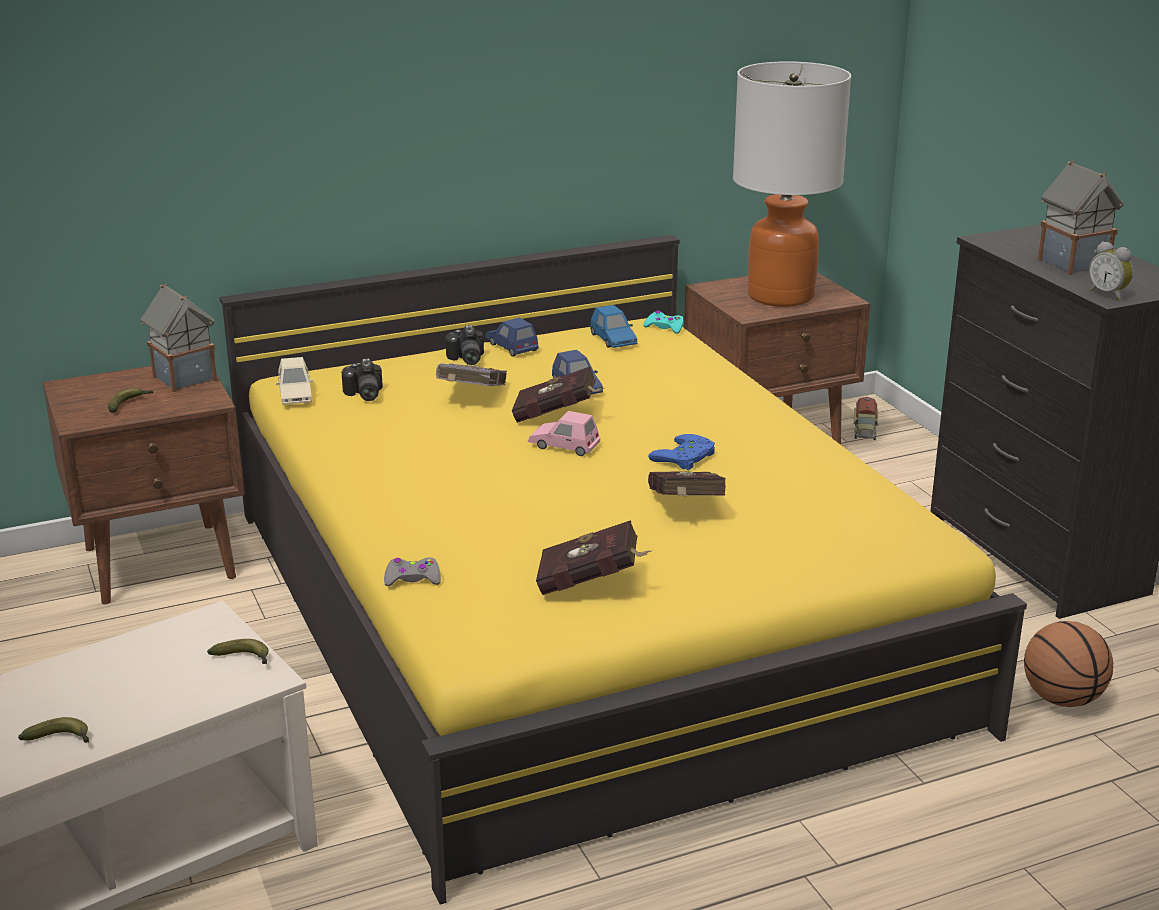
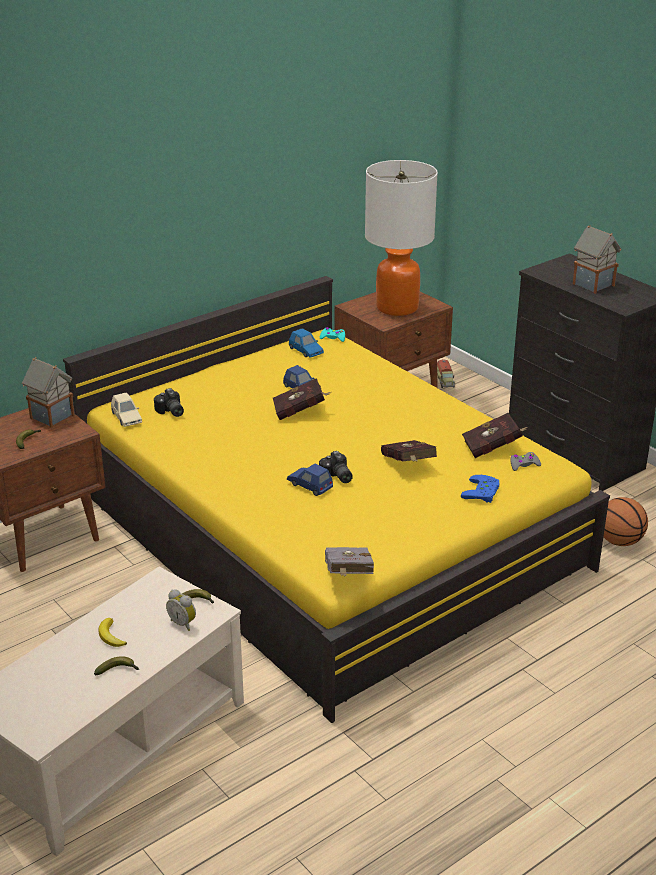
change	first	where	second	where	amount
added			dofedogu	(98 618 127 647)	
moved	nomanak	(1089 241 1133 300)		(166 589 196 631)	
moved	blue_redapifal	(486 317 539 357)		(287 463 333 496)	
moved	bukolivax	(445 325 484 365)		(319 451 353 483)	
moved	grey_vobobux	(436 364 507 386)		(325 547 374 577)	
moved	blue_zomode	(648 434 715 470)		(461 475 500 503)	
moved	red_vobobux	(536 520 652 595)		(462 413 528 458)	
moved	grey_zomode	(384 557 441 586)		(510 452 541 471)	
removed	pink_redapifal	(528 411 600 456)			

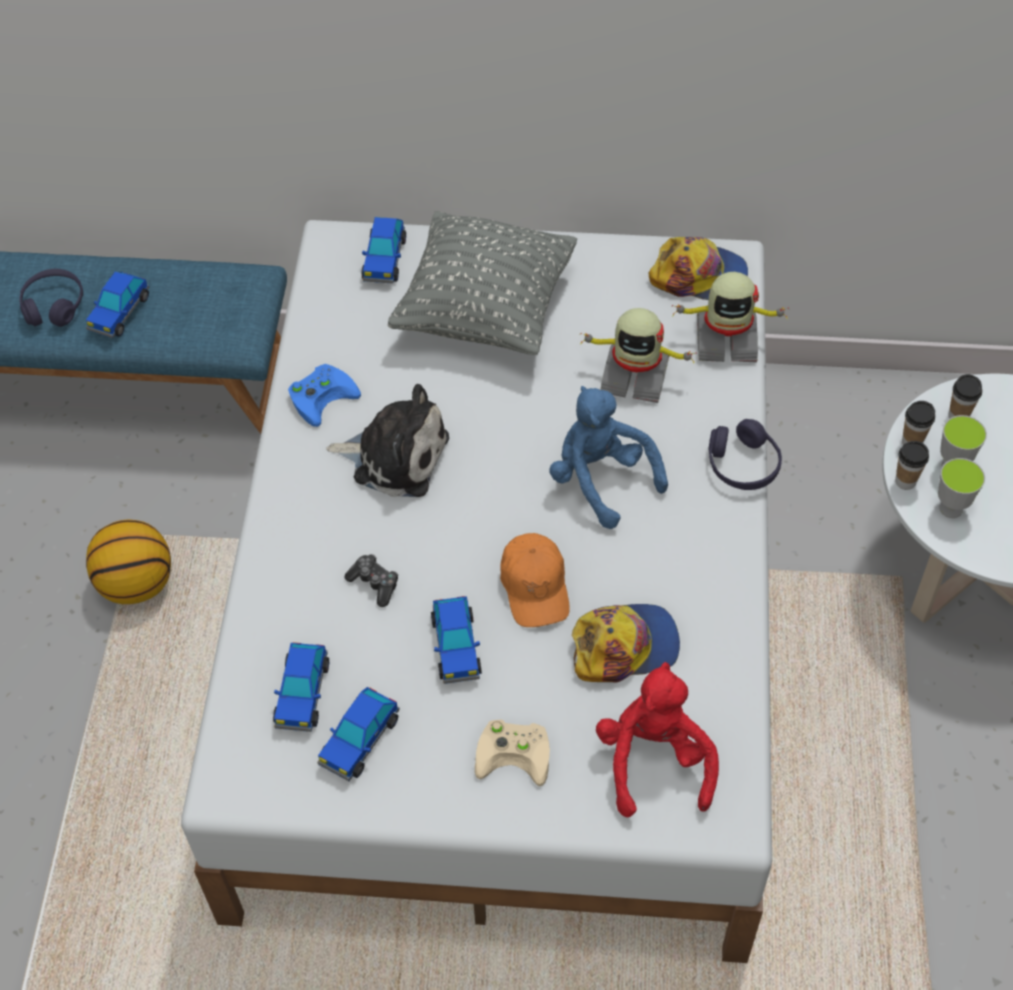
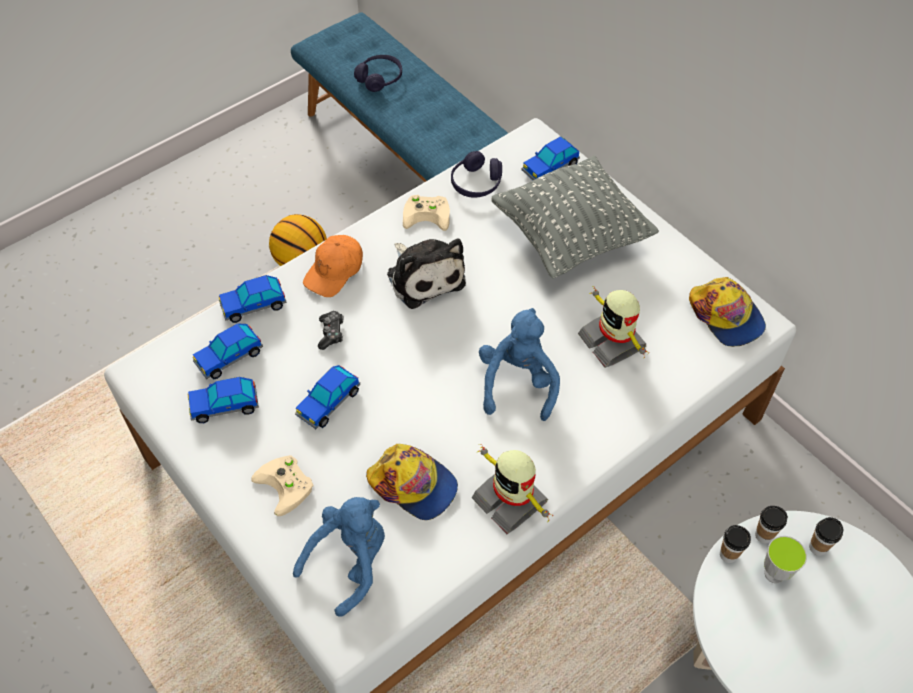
change	first	where	second	where	amount
moved	redapifal	(86 271 149 338)		(219 275 287 323)	
recoloured	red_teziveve	(596 662 719 818)	blue_teziveve	(293 497 385 617)	
moved	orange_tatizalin	(500 533 570 627)		(303 235 363 297)	
recoloured	blue_zomode	(288 364 361 427)	beige_zomode	(403 195 450 231)	
moved	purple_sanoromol	(708 419 782 490)		(451 151 502 198)	
moved	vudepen	(671 272 789 363)		(472 444 553 534)	
removed	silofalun	(938 458 985 518)			

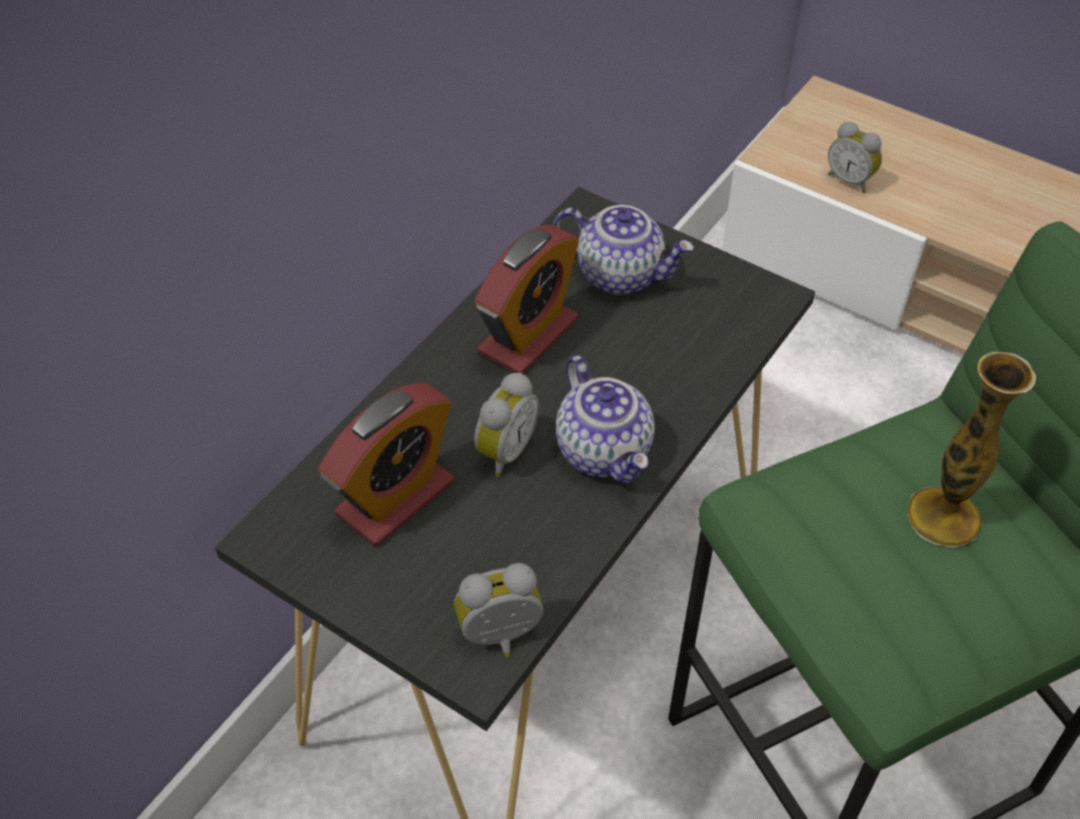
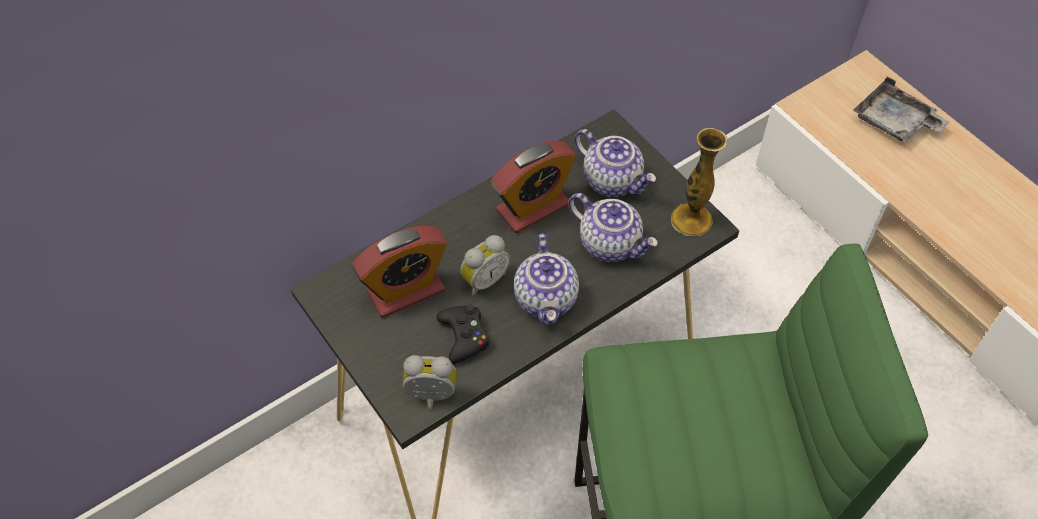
change	first	where	second	where	amount
added			black_zomode	(437 305 490 364)	
added			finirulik	(568 193 658 262)	
moved	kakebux	(907 352 1036 548)		(671 128 727 236)	
added			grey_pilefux	(853 76 949 142)	
removed	nomanak	(828 122 882 193)			

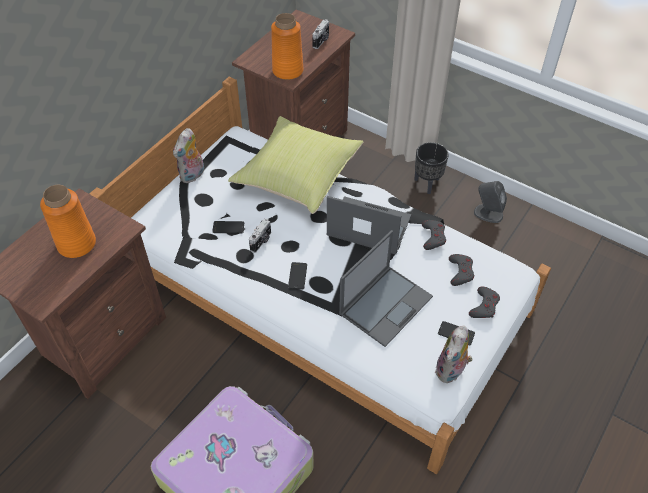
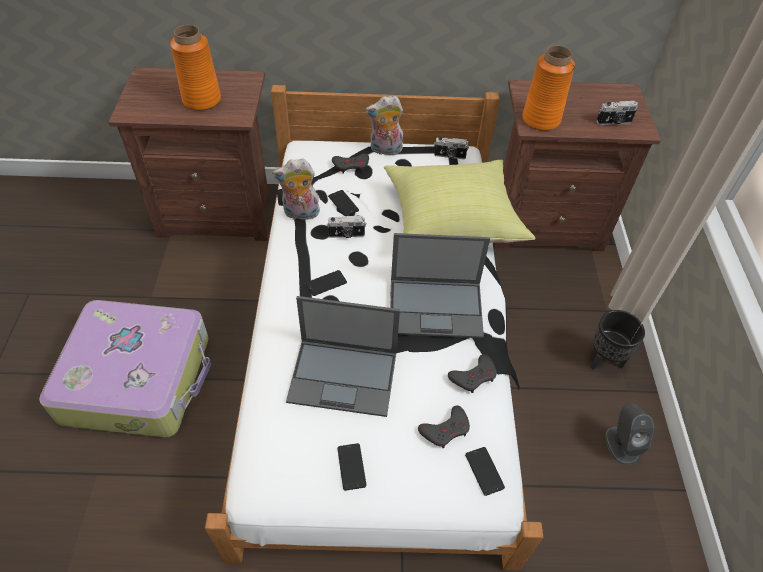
change	first	where	second	where	amount
moved	teziveve	(435 325 473 383)		(272 158 320 220)	
moved	grey_zomode	(469 286 500 318)		(332 154 369 174)	
turned	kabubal	(327 196 411 255)		(390 233 490 338)	105 degrees clockwise
added			bukolivax	(434 137 469 159)	
added			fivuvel	(465 447 505 496)	

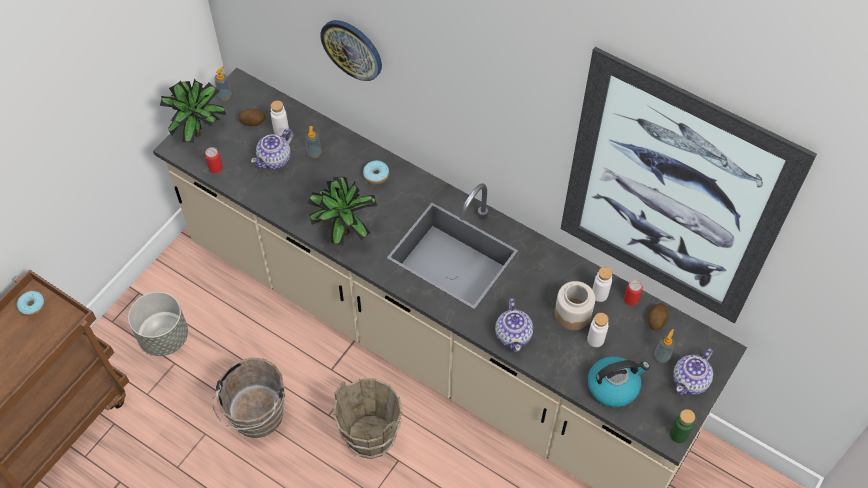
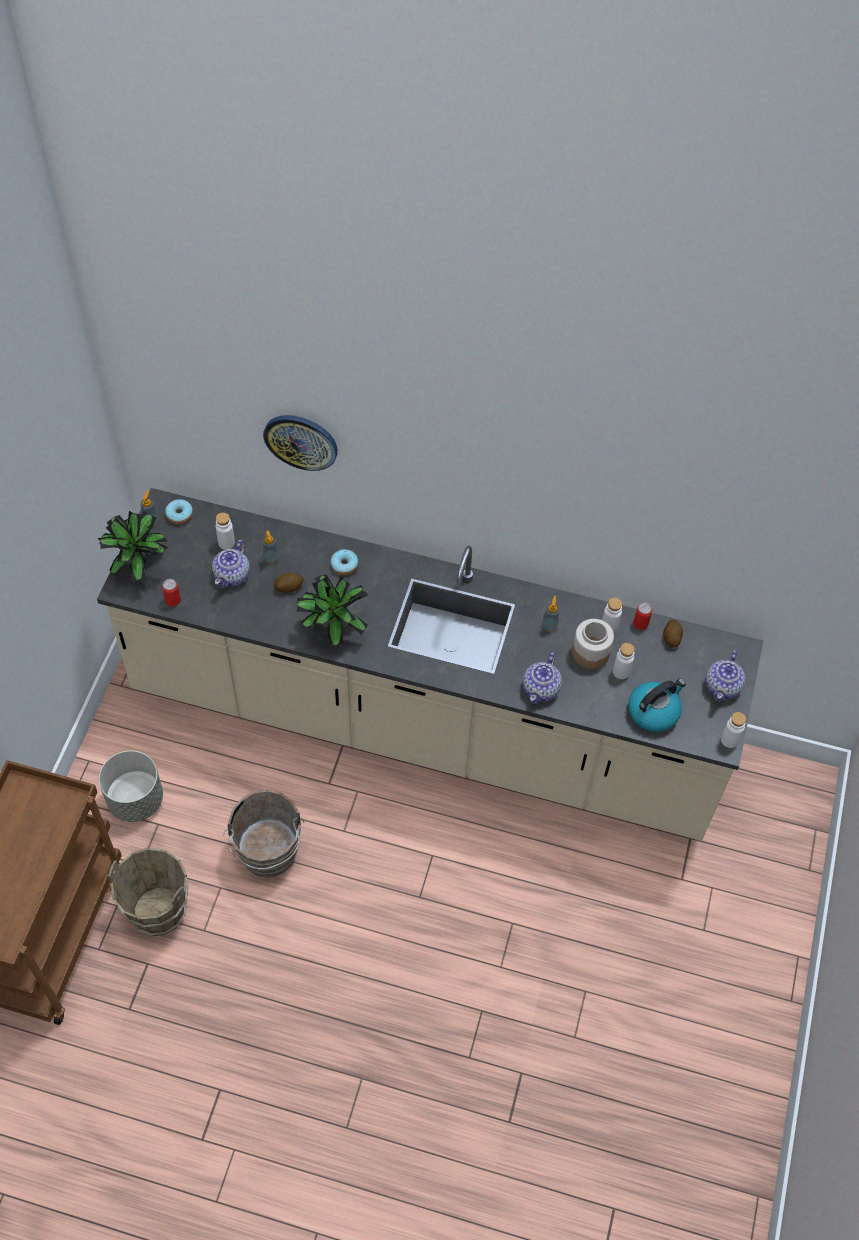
change	first	where	second	where	amount
moved	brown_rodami	(333 378 402 459)		(108 848 189 936)	
moved	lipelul	(17 291 45 316)		(165 499 193 524)	
moved	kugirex	(239 108 266 126)		(274 573 304 593)	
turned	finirulik	(495 298 533 353)		(523 652 562 704)	45 degrees clockwise
moved	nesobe	(654 329 675 363)		(542 595 560 632)	
recoloured	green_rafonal	(670 409 695 443)	white_rafonal	(721 712 746 748)	
removed	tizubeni	(561 47 817 323)			

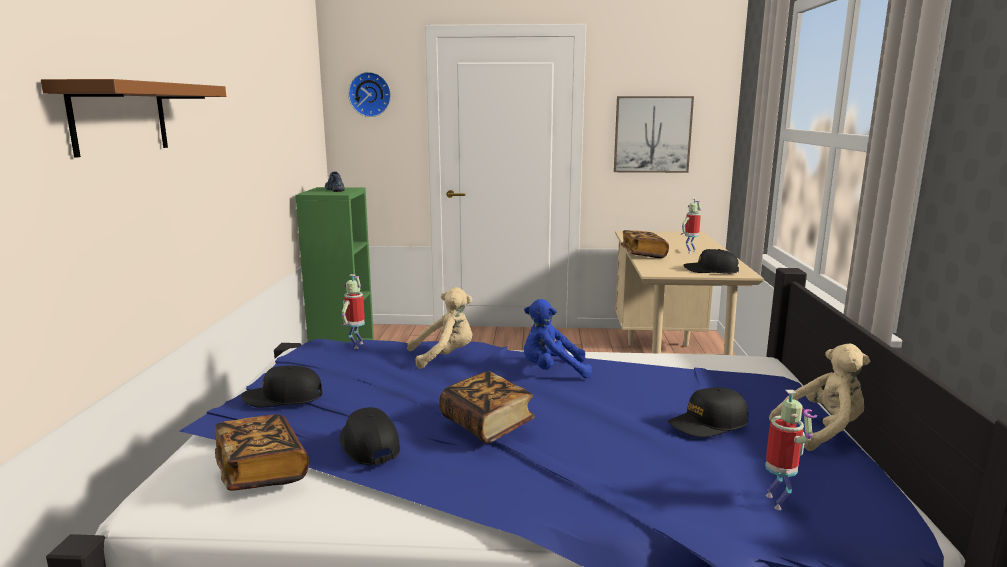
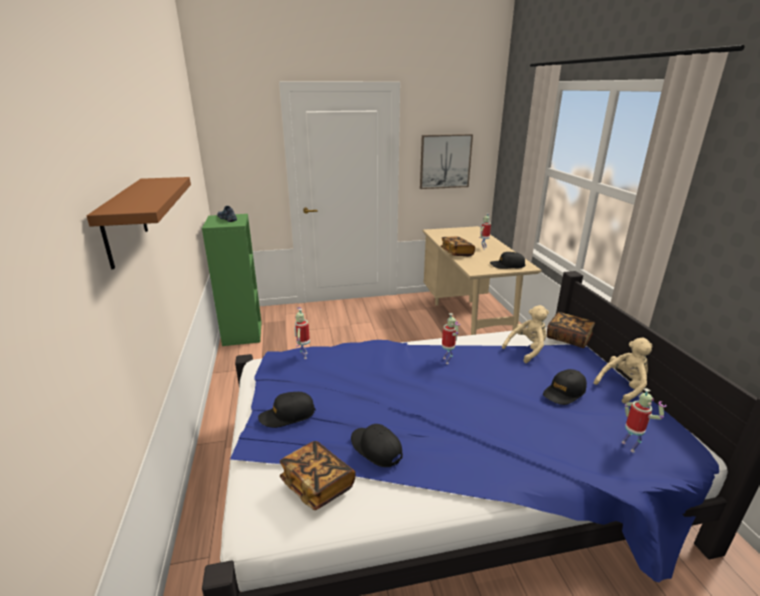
change	first	where	second	where	amount
replaced	blue_teziveve	(524 299 592 378)	vudepen	(442 313 460 364)	
moved	beige_teziveve	(407 287 473 369)		(502 305 549 363)	
moved	vobobux	(439 371 535 444)		(547 312 595 348)	
removed	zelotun	(348 72 391 117)			

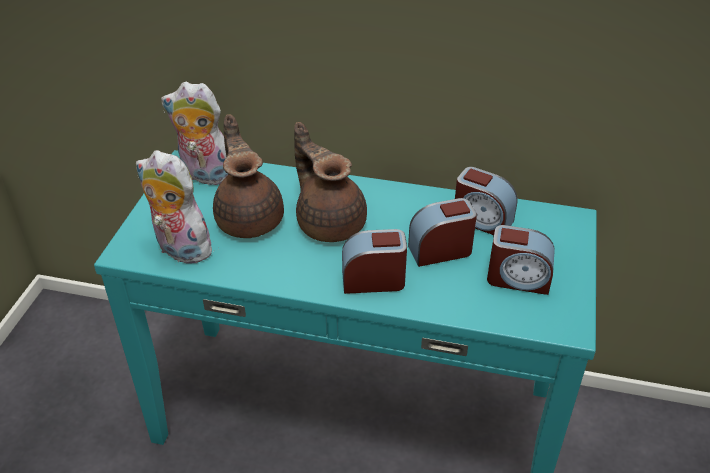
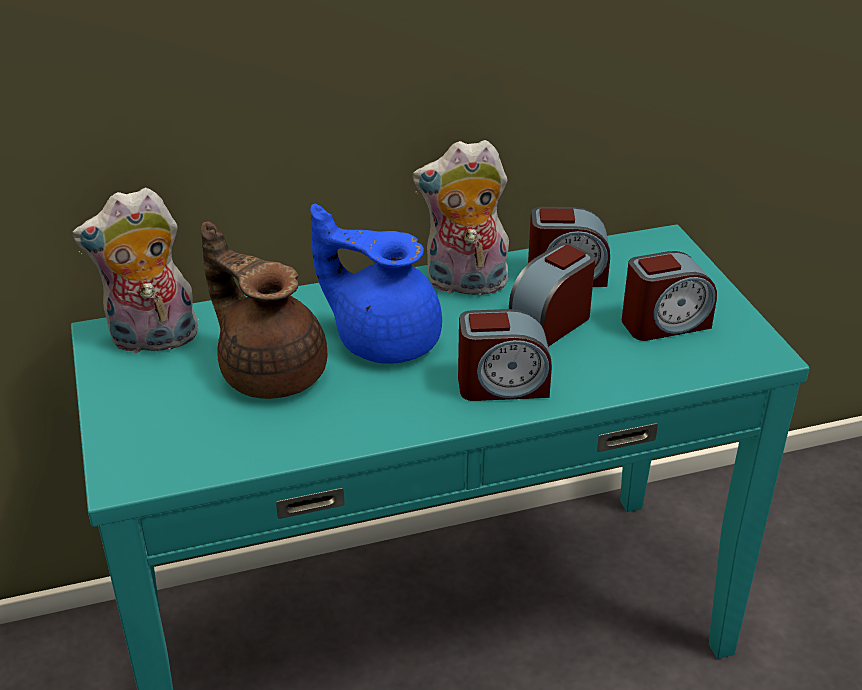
change	first	where	second	where	amount
recoloured	brown_finirulik	(294 122 367 242)	blue_finirulik	(310 204 442 364)	
moved	teziveve	(136 150 214 265)		(412 140 511 300)	
turned	nomanak	(342 229 407 294)		(458 309 552 401)	150 degrees counterclockwise

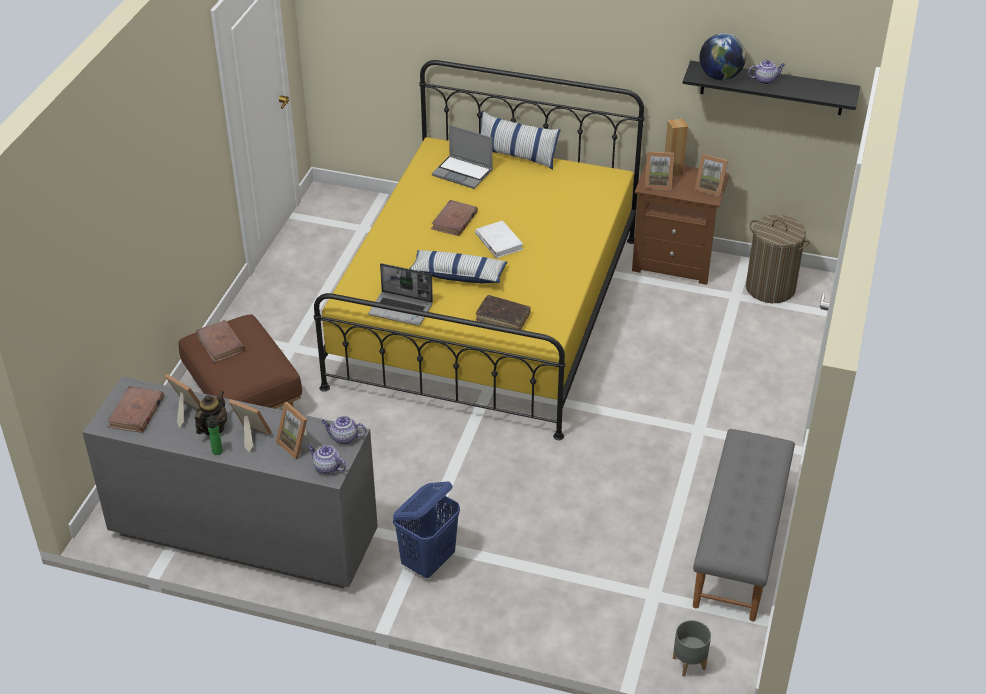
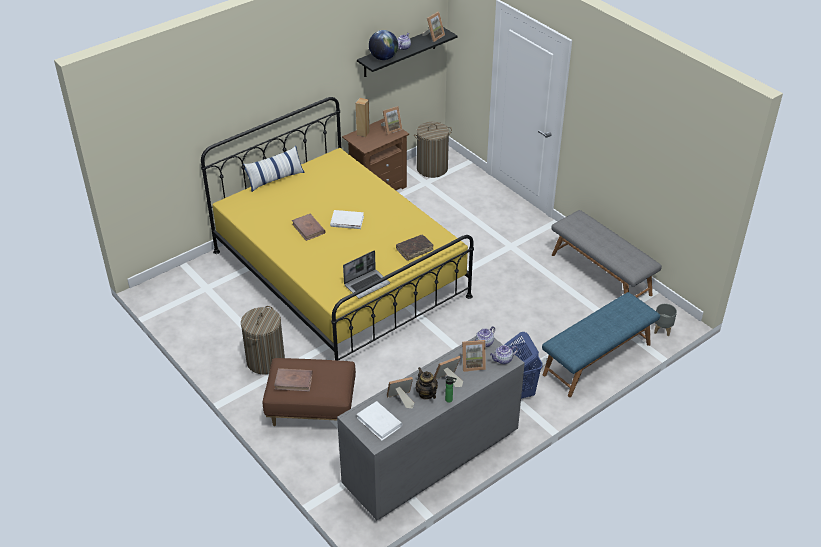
change	first	where	second	where	amount
added			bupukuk	(241 306 285 375)	
recoloured	brown_vobobux	(107 386 164 433)	white_vobobux	(357 401 402 441)	
moved	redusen	(645 152 674 190)		(422 12 445 42)	
added			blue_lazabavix	(542 292 660 397)	
removed	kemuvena	(409 250 508 283)			
removed	kabubal	(432 125 493 189)			

